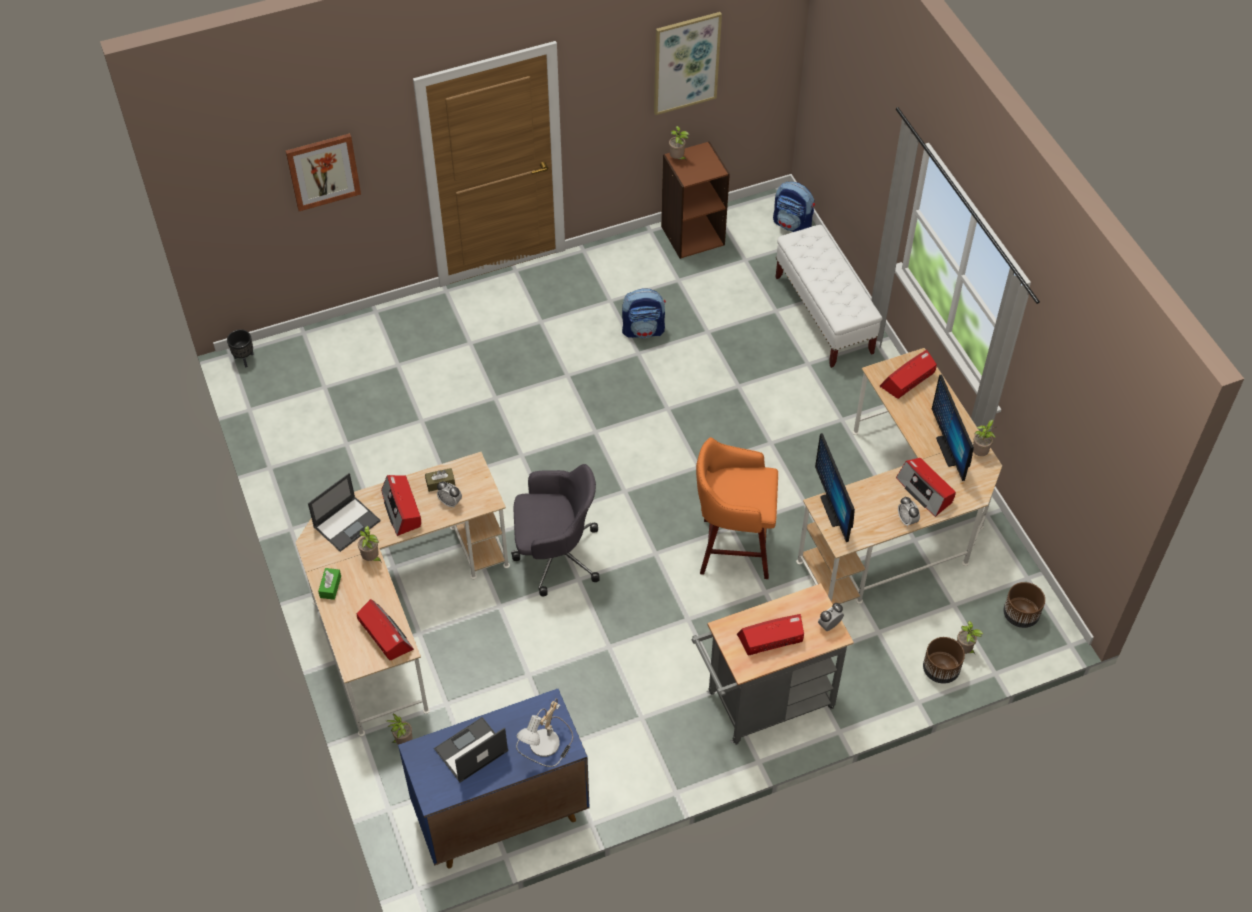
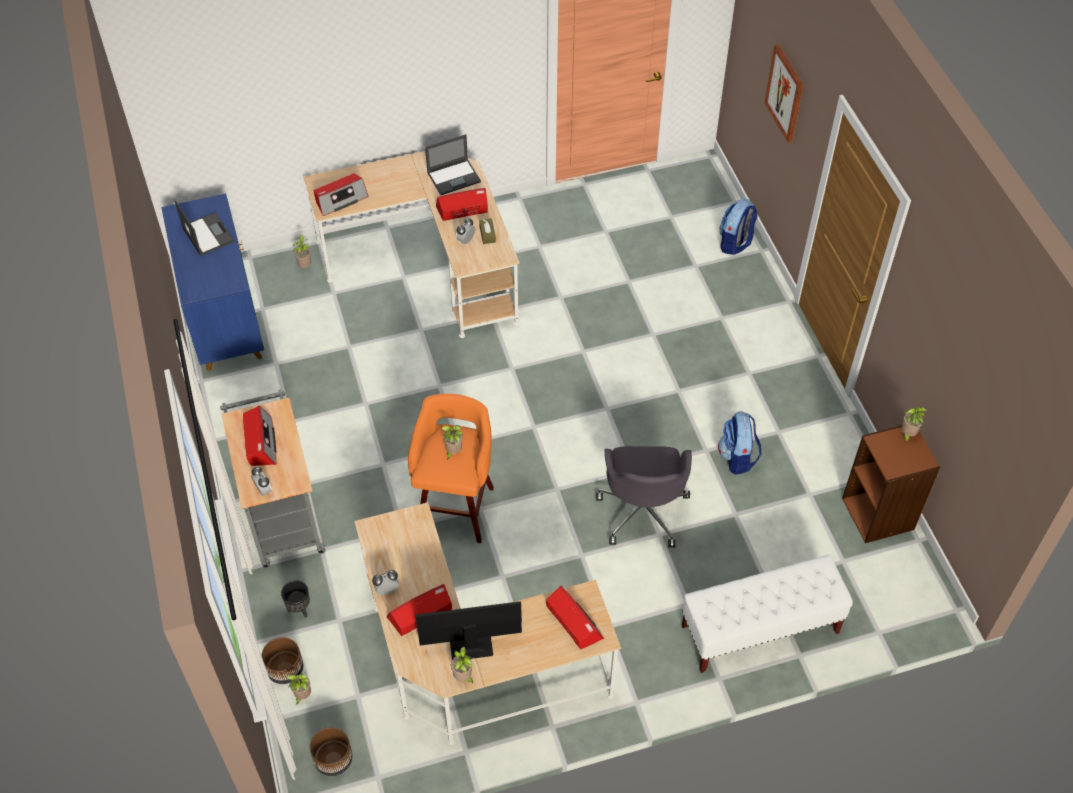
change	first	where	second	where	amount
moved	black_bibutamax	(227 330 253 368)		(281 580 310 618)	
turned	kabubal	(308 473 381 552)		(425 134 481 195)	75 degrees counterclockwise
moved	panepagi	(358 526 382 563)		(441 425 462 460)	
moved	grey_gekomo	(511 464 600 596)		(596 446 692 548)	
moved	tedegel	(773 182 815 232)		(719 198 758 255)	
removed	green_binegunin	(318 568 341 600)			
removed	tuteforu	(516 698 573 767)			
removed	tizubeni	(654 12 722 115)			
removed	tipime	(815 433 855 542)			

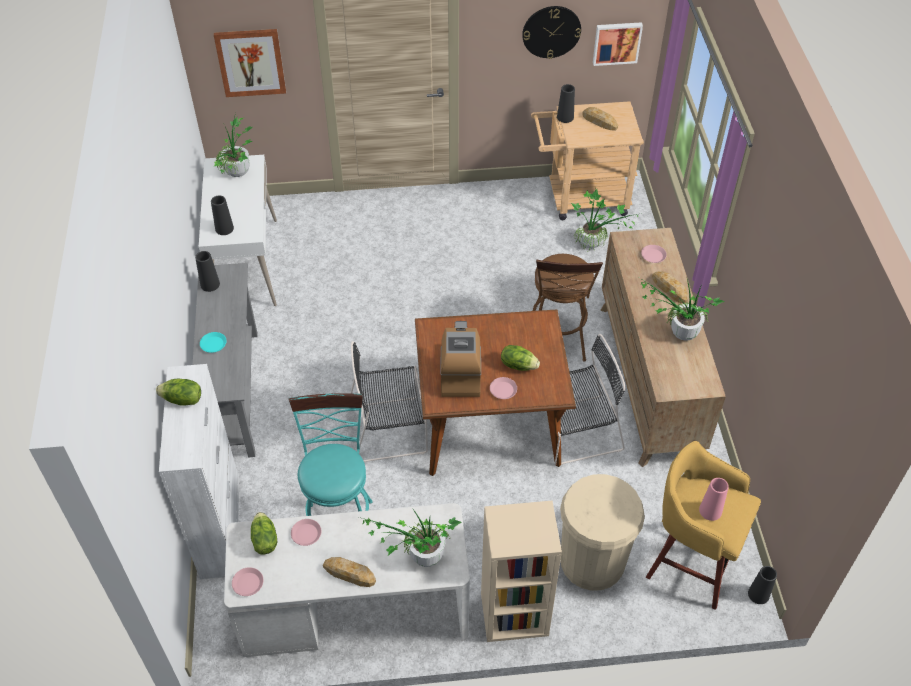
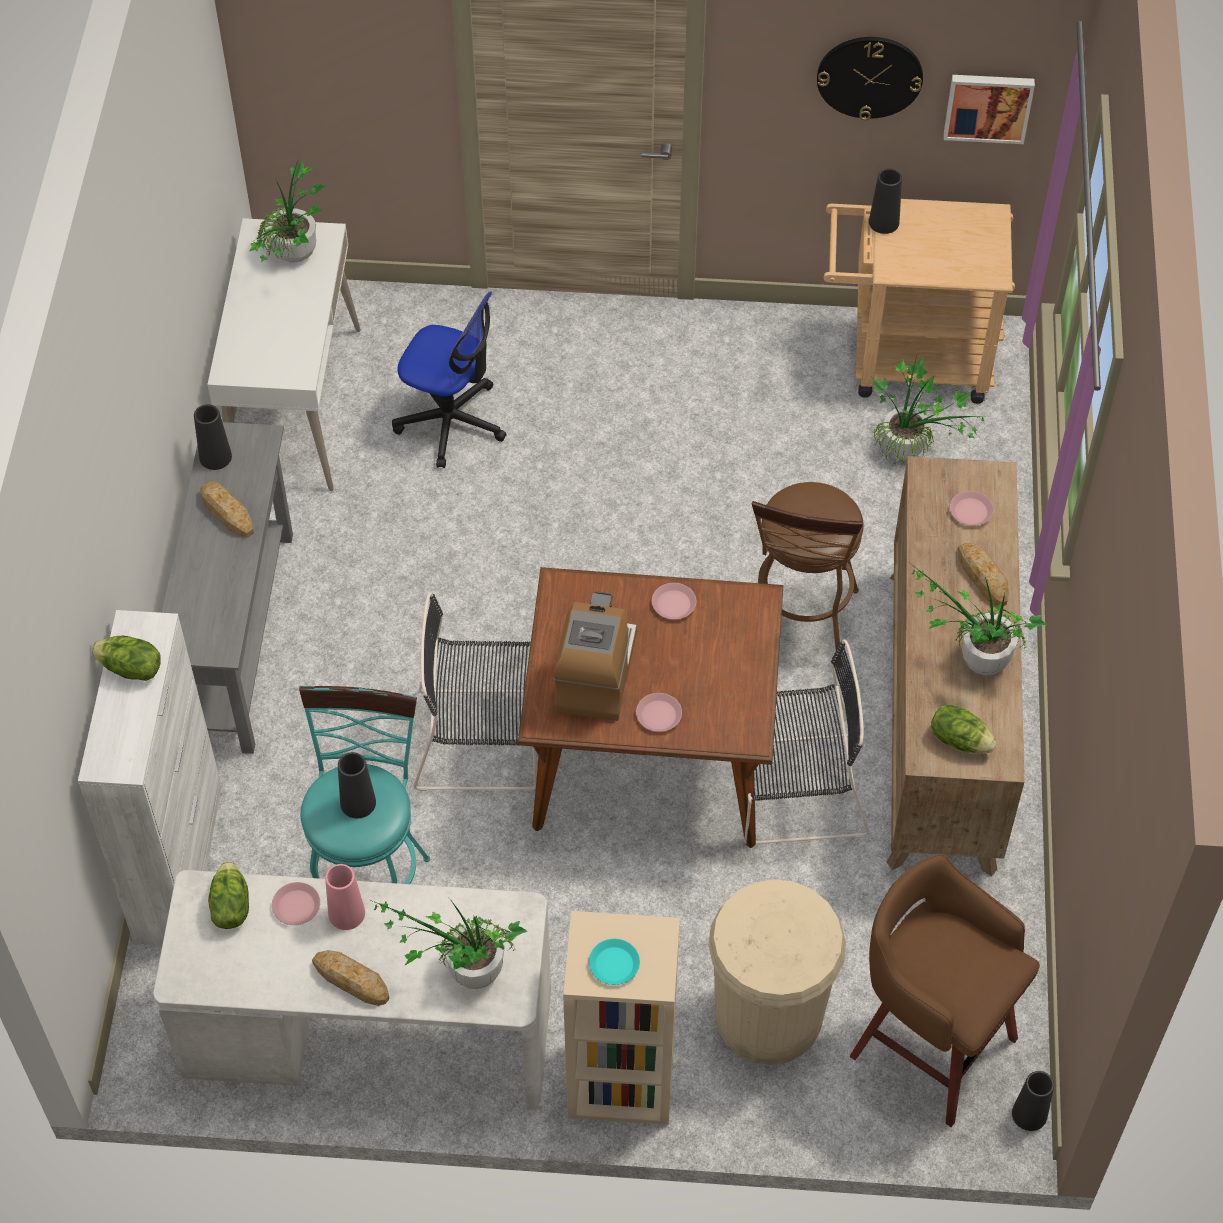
change	first	where	second	where	amount
moved	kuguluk	(582 107 618 131)		(200 481 254 538)	
moved	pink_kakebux	(699 478 729 521)		(325 864 365 930)	
moved	black_kakebux	(211 195 234 235)		(338 752 376 818)	
added			gekomo	(392 292 507 468)	
moved	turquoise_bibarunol	(200 332 227 353)		(589 939 640 985)	
moved	pink_bibarunol	(232 567 263 596)		(652 583 696 620)	
recoloured	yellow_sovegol	(646 441 761 610)	brown_sovegol	(850 854 1040 1127)	
moved	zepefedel	(501 345 540 371)		(931 704 997 753)	
removed	tizubeni	(214 29 286 97)			

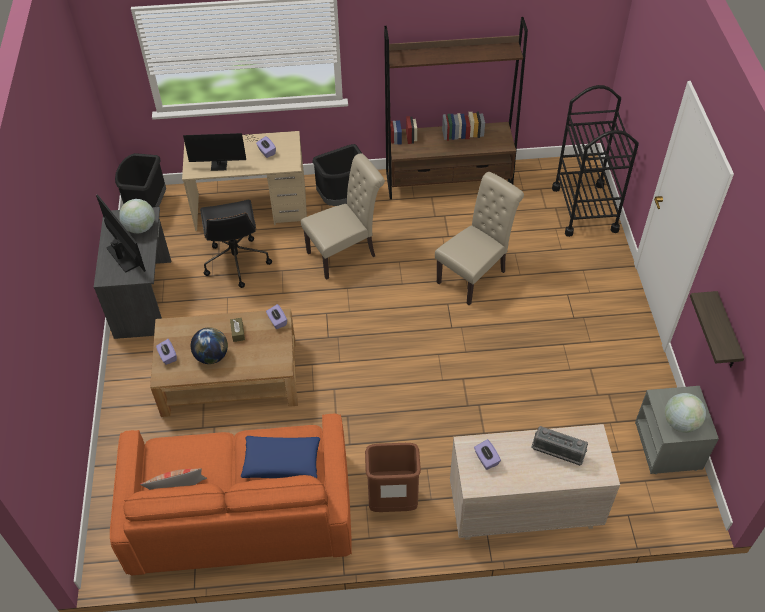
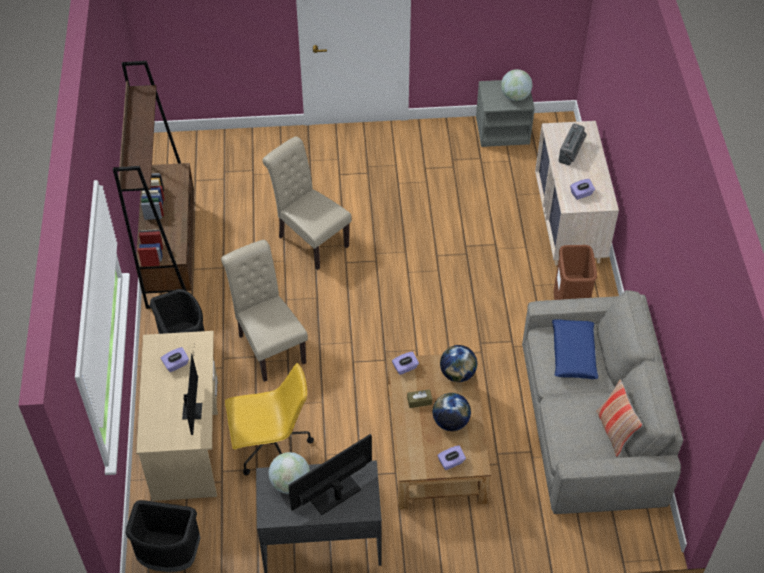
change	first	where	second	where	amount
recoloured	black_gekomo	(200 200 272 288)	yellow_gekomo	(225 363 314 475)	
added			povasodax	(440 345 477 382)	
recoloured	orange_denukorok	(110 413 352 575)	grey_denukorok	(522 290 683 514)	
removed	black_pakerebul	(552 85 639 237)			
removed	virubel	(690 291 744 367)			

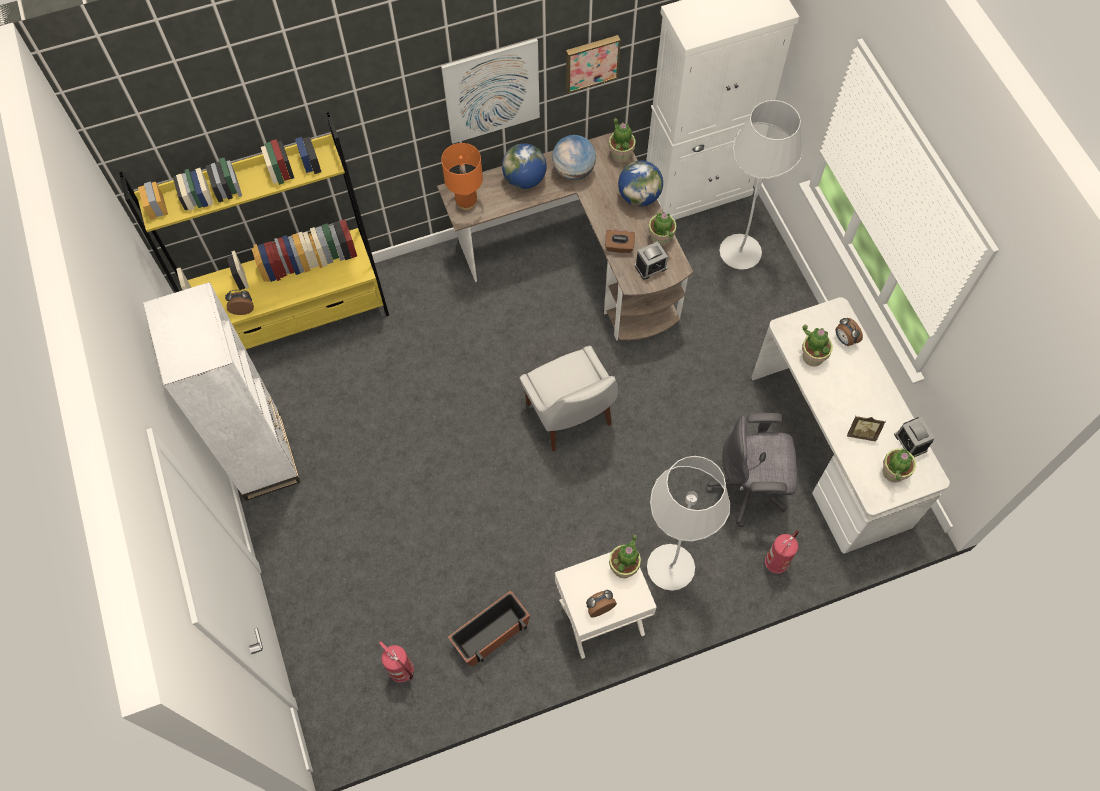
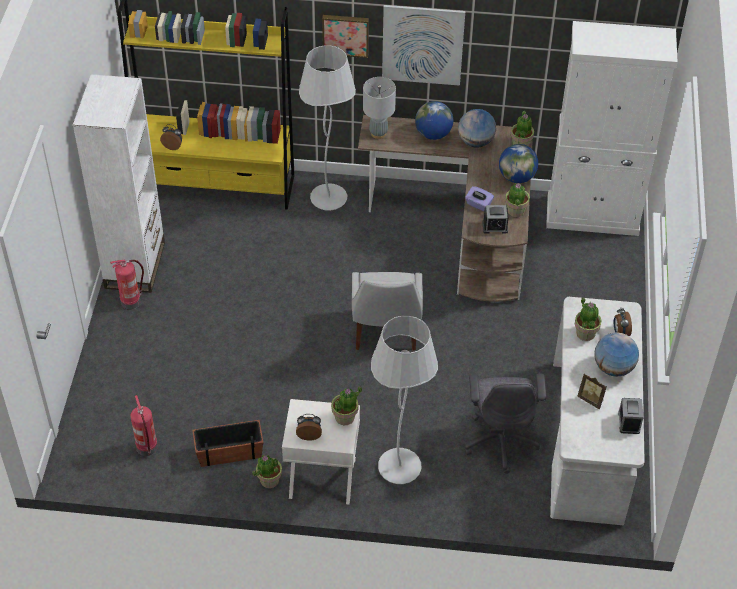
change	first	where	second	where	amount
moved	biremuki	(764 530 799 576)		(110 260 144 310)	
moved	panepagi	(883 449 916 482)		(252 455 282 488)	
moved	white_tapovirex	(719 100 802 270)		(299 45 356 211)	
moved	tizubeni	(566 35 621 93)		(322 15 369 58)	
recoloured	orange_tuteforu	(441 143 483 210)	grey_tuteforu	(363 77 396 139)	
turned	grey_gekomo	(706 413 797 527)		(464 373 546 474)	120 degrees counterclockwise
recoloured	brown_binegunin	(605 230 635 253)	purple_binegunin	(465 186 494 211)	
added			povasodax	(594 333 639 376)	

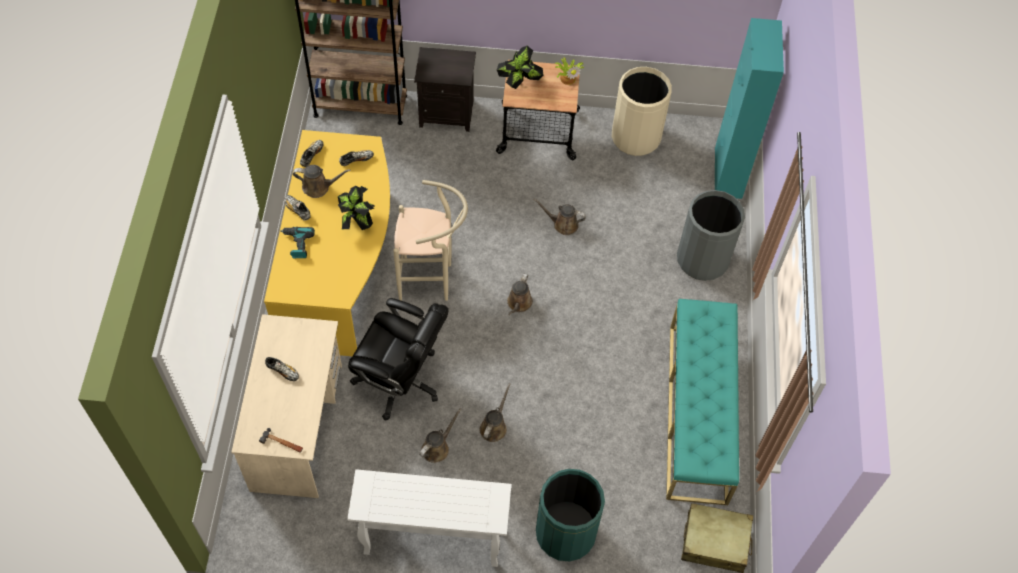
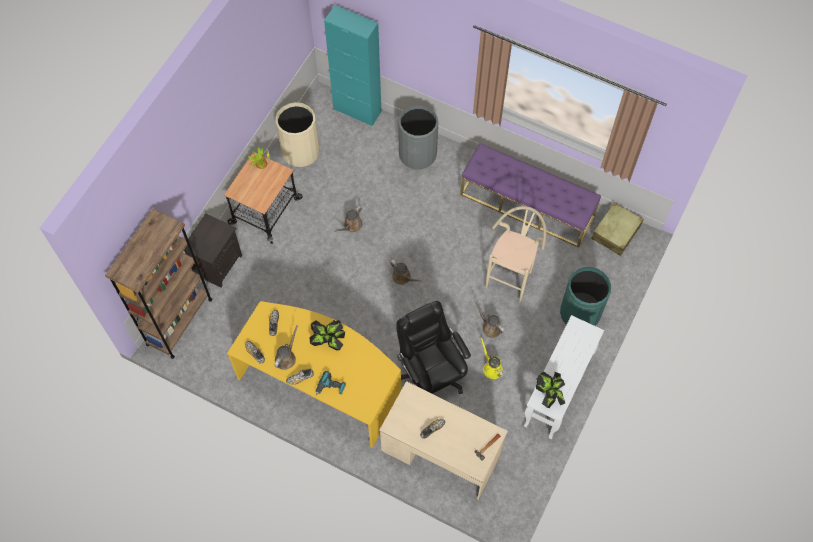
change	first	where	second	where	amount
turned	black_gekomo	(348 298 448 421)		(396 301 471 394)	75 degrees counterclockwise
recoloured	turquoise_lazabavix	(666 299 739 505)	purple_lazabavix	(460 143 601 248)	
recoloured	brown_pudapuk	(419 408 462 463)	yellow_pudapuk	(481 337 503 379)	
moved	beige_sovegol	(393 180 468 301)		(485 206 547 302)	
moved	panepagi	(497 46 544 89)		(536 371 565 408)	

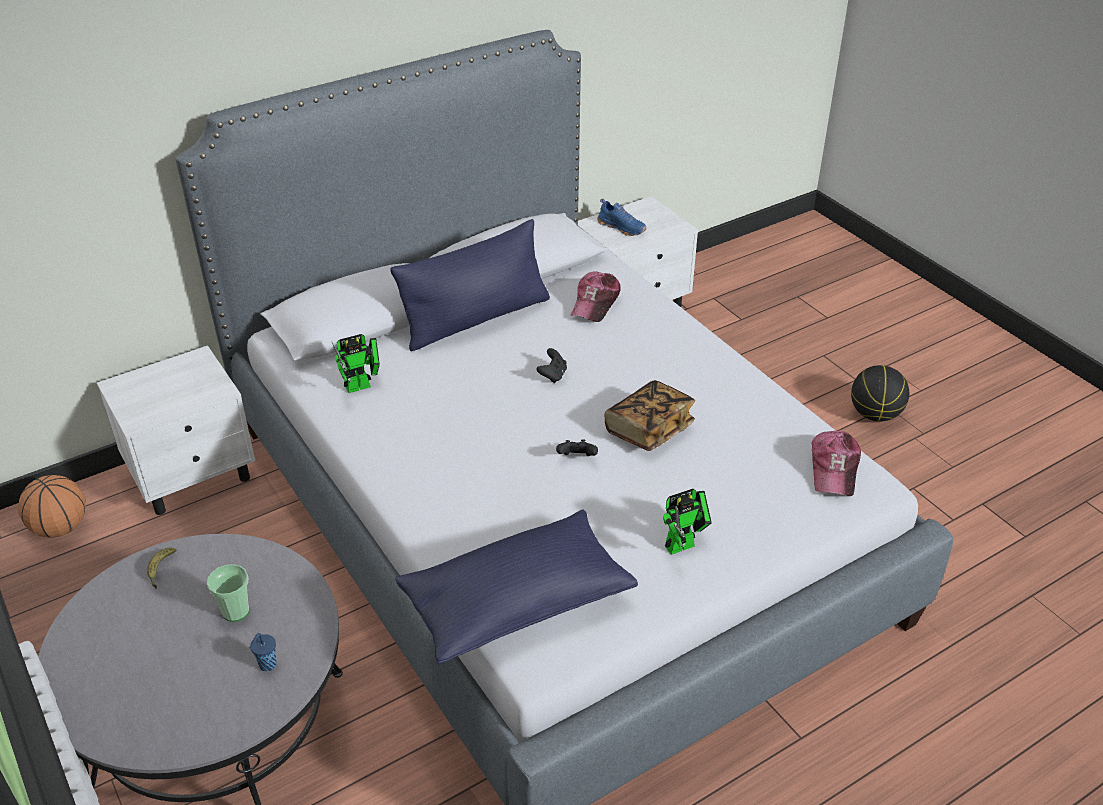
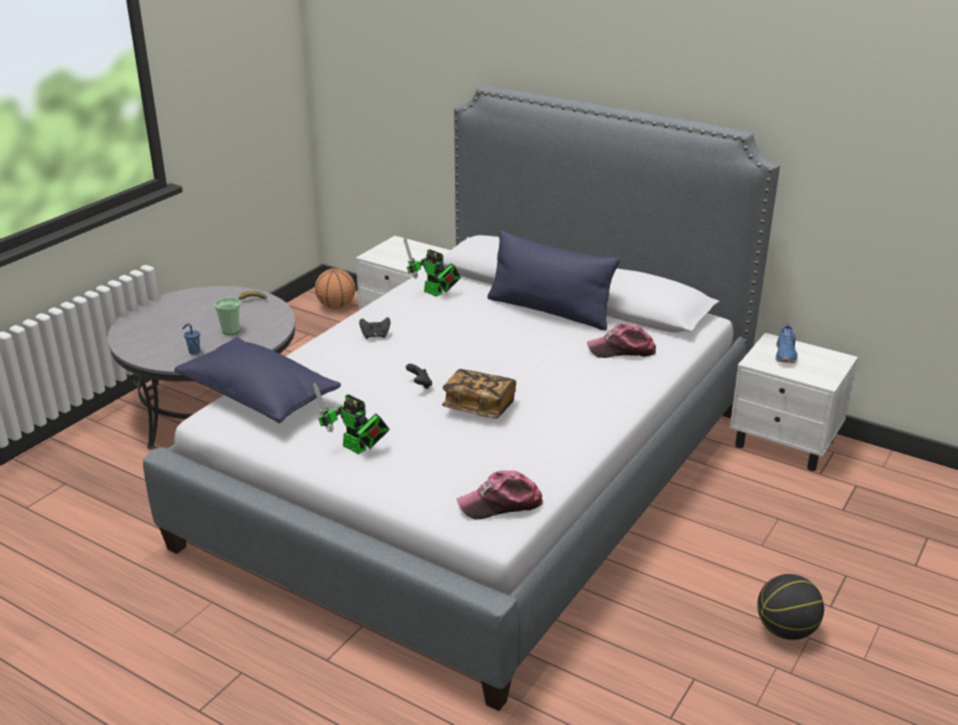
change	first	where	second	where	amount
moved	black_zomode	(537 348 567 383)		(359 317 390 339)	

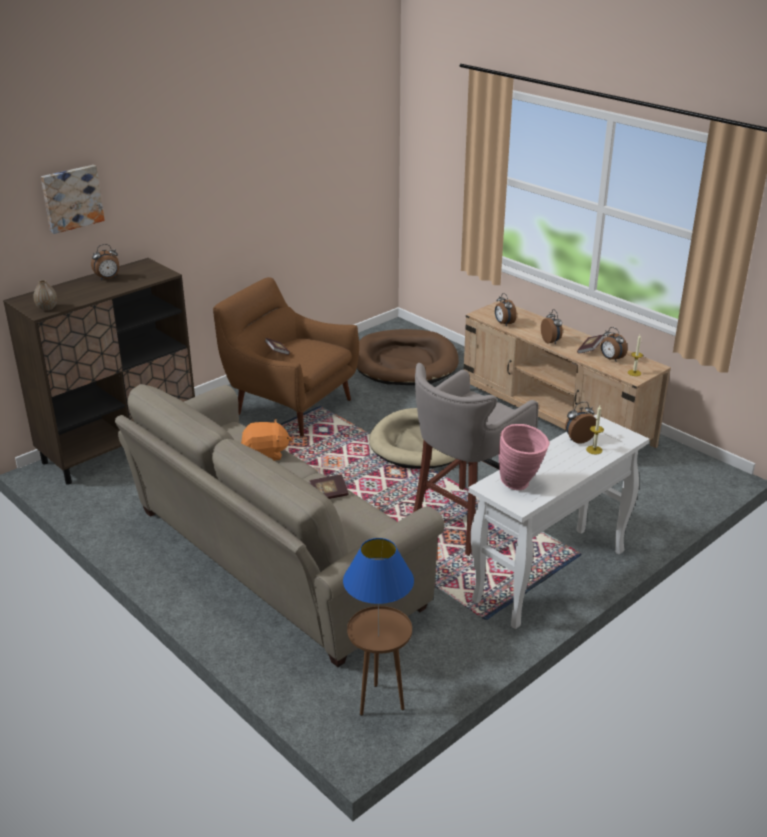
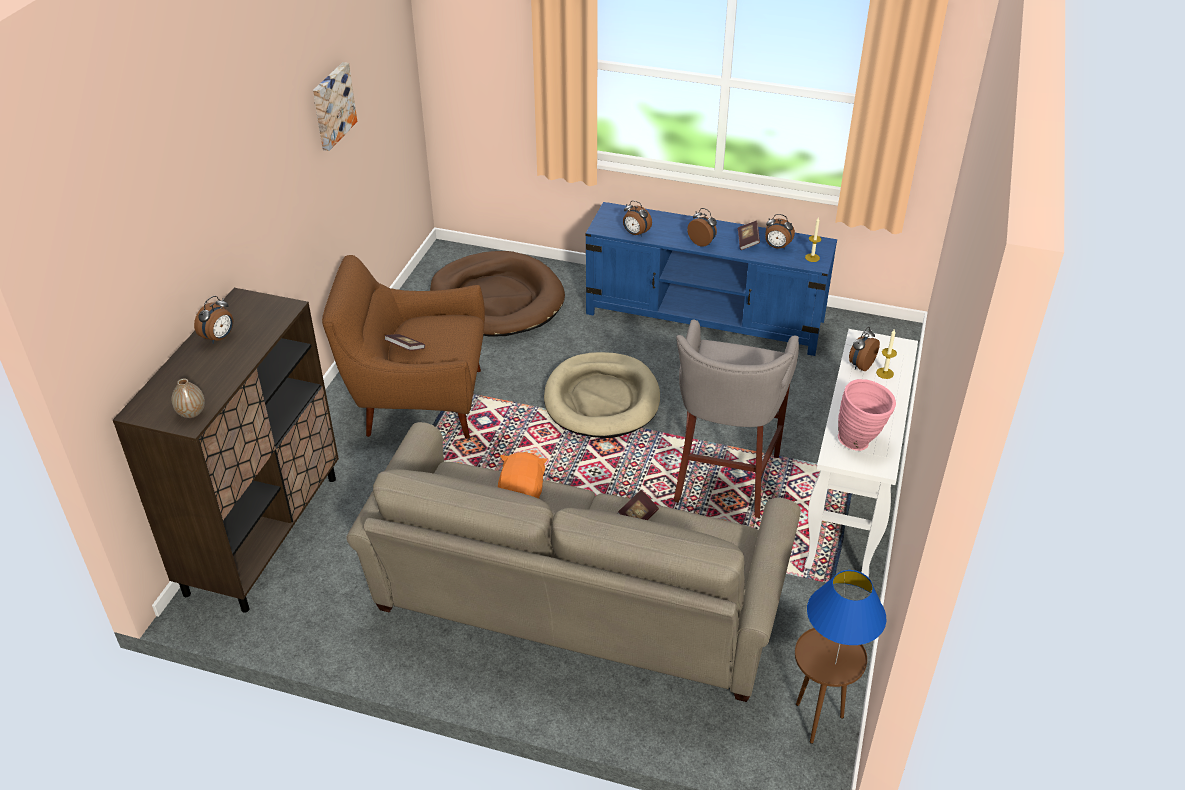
change	first	where	second	where	amount
moved	tizubeni	(41 165 105 234)		(313 62 357 151)	
turned	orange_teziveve	(241 419 292 461)		(498 452 547 499)	45 degrees counterclockwise
recoloured	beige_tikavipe	(464 301 671 448)	blue_tikavipe	(585 202 837 356)	

